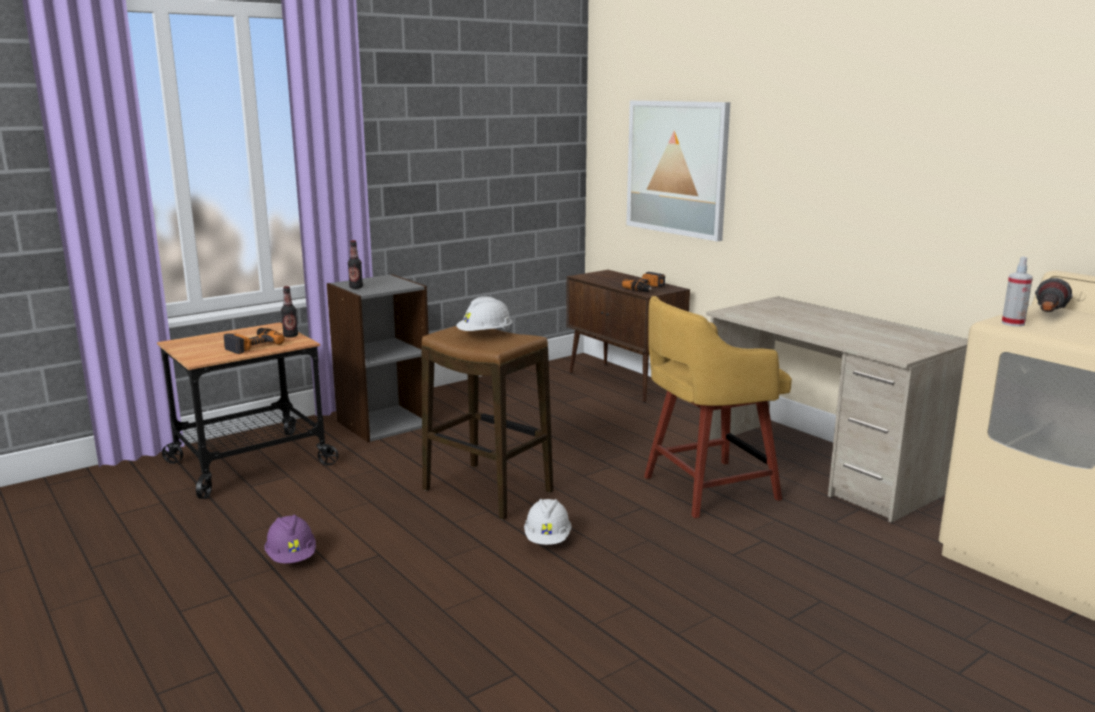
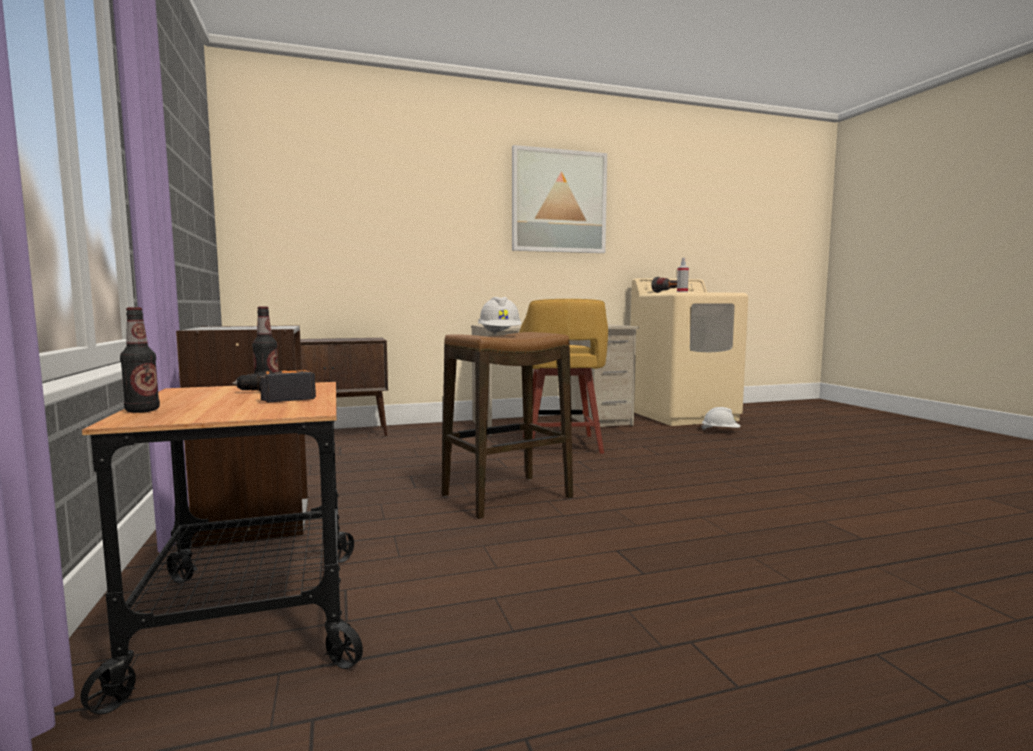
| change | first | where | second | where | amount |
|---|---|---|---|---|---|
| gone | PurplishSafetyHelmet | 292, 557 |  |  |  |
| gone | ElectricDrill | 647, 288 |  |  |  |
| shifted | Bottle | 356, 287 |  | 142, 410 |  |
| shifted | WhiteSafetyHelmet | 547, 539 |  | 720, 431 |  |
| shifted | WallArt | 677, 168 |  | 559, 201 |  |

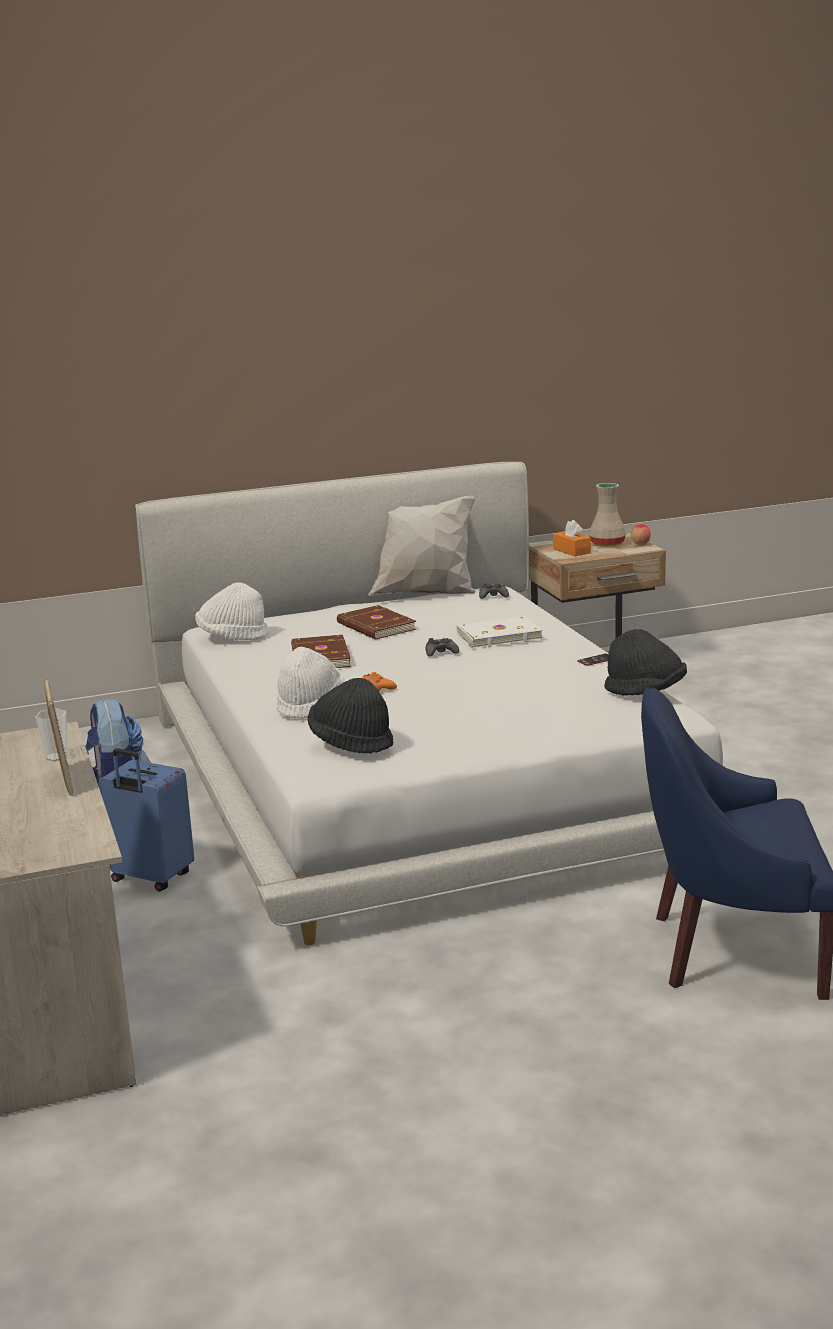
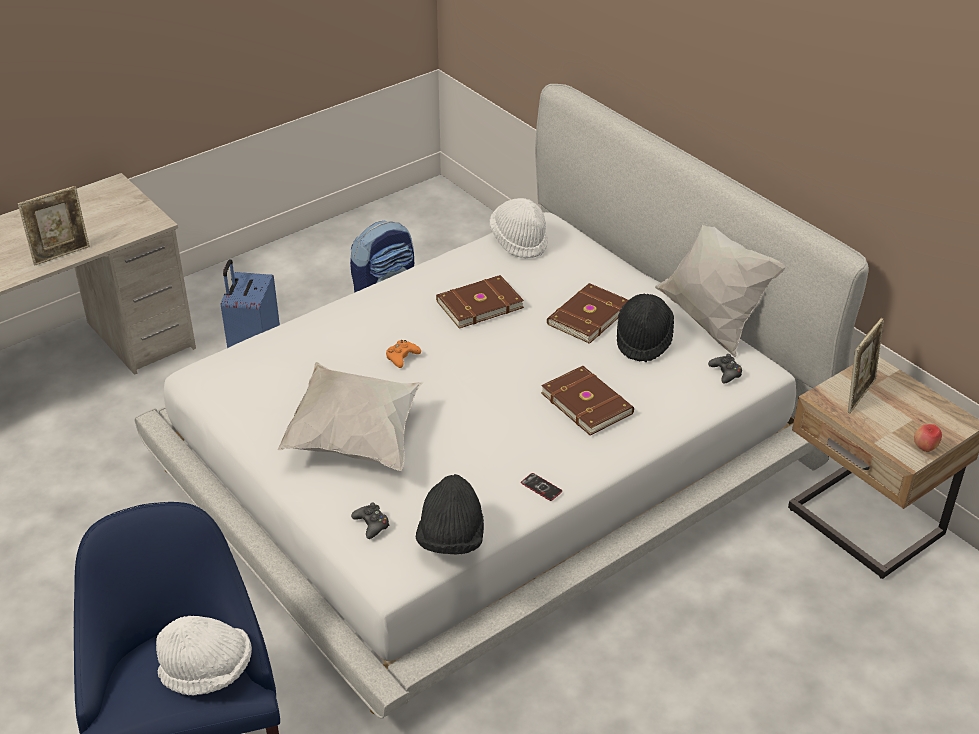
| change | first | where | second | where | amount |
|---|---|---|---|---|---|
| gone | Cup | 56, 757 |  |  |  |
| gone | BeigeFlowerVase | 606, 544 |  |  |  |
| new |  |  | WhitePillow | 355, 438 |  |
| shifted | WhiteHat | 310, 705 |  | 208, 671 |  |
| shifted | BlackishHat | 351, 742 |  | 643, 340 |  |
| shifted | BlackishGameController | 441, 653 |  | 371, 524 |  |
| swapped | OrangeBoxOfTissues | 571, 551 | PictureFrame | 859, 394 |  |
| repainted | WhiteBook | 498, 636 | BrownColouredBook | 587, 402 |  |

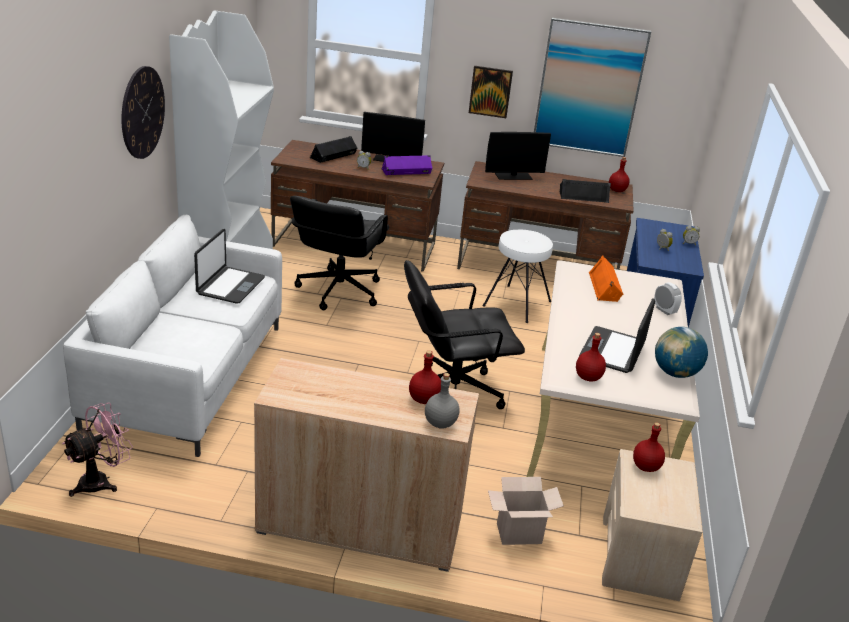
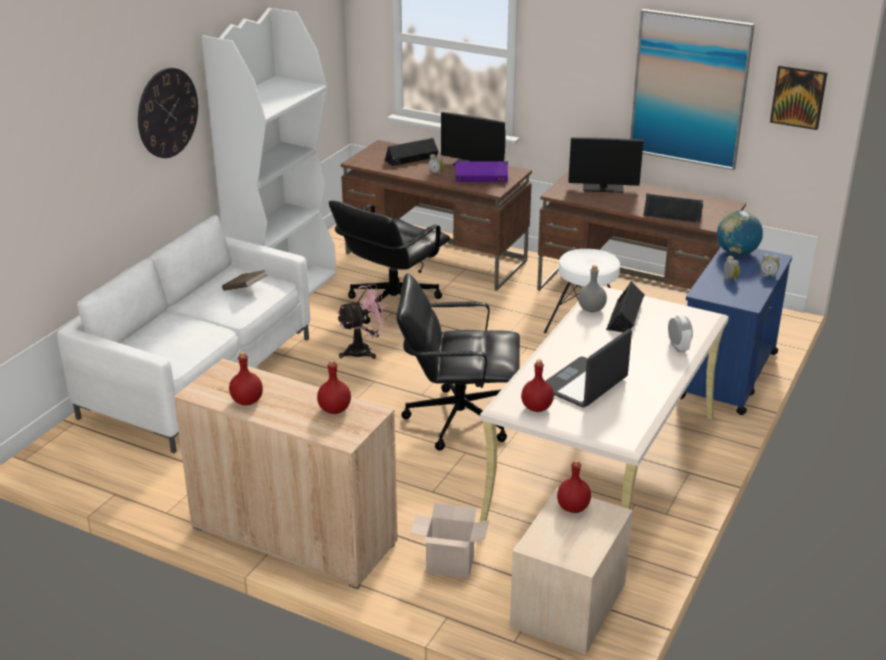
| change | first | where | second | where | amount |
|---|---|---|---|---|---|
| shifted | PinkishCoolingFan | 101, 481 |  | 364, 350 |  |
| shifted | GreyBottle | 441, 423 |  | 592, 309 |  |
| shifted | WallArt | 490, 91 |  | 798, 97 |  |
| shifted | ReddishBottle | 617, 190 |  | 247, 401 |  |
| shifted | WorldGlobe | 675, 373 |  | 736, 253 |  |
| swapped | PortableComputer | 230, 286 | BrownColouredBook | 245, 289 |  |
| repainted | OrangeSpeaker | 605, 287 | BlackishSpeaker | 626, 316 |  |

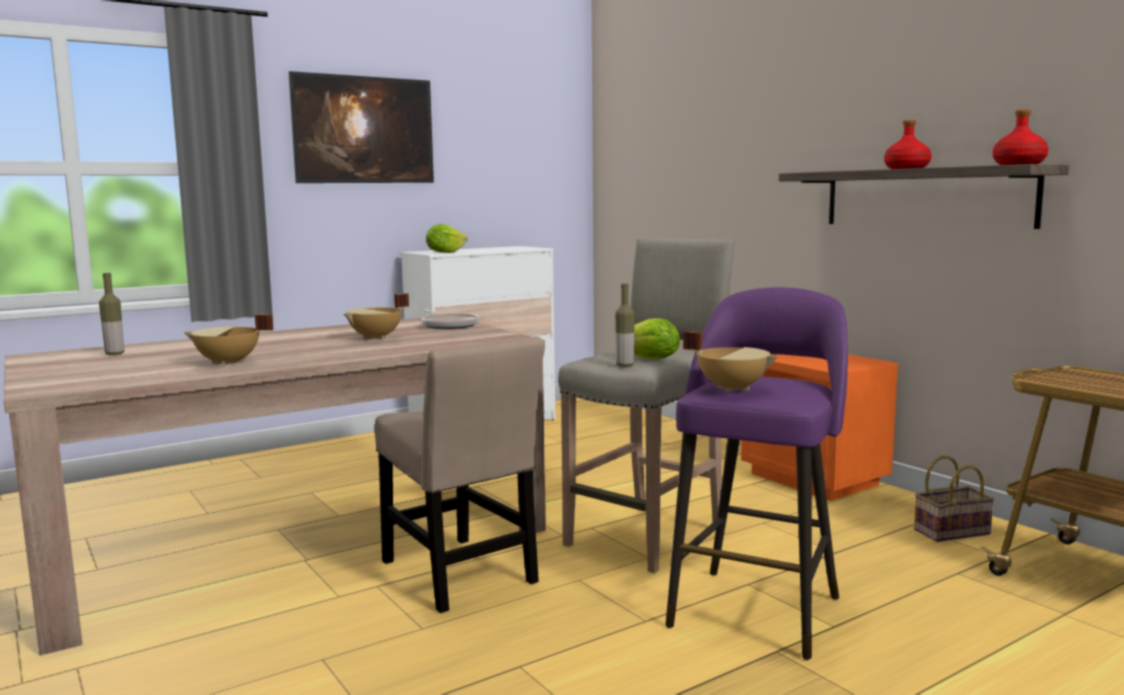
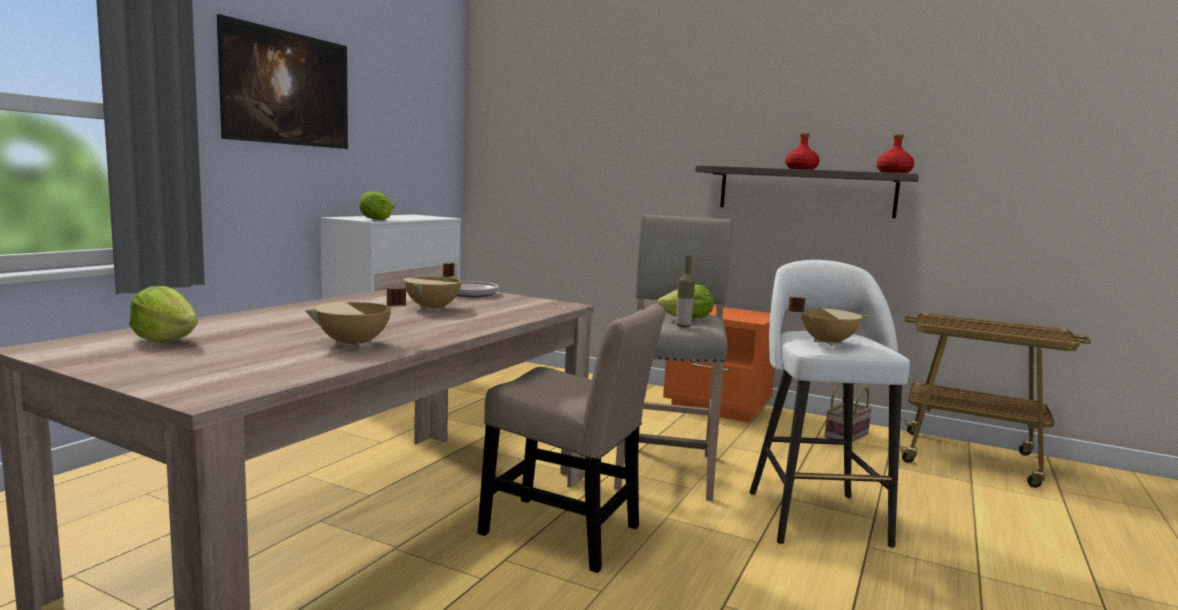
| change | first | where | second | where | amount |
|---|---|---|---|---|---|
| swapped | Bottle | 115, 354 | HeadOfLettuce | 166, 340 |  |
| repainted | PurplishStoolSeat | 757, 609 | WhiteStoolSeat | 815, 516 |  |

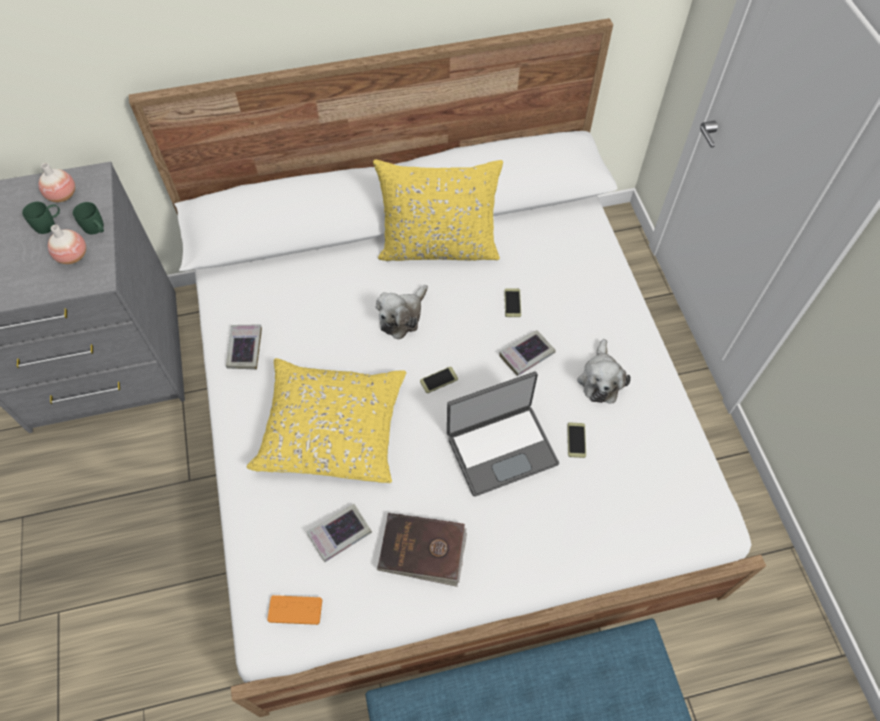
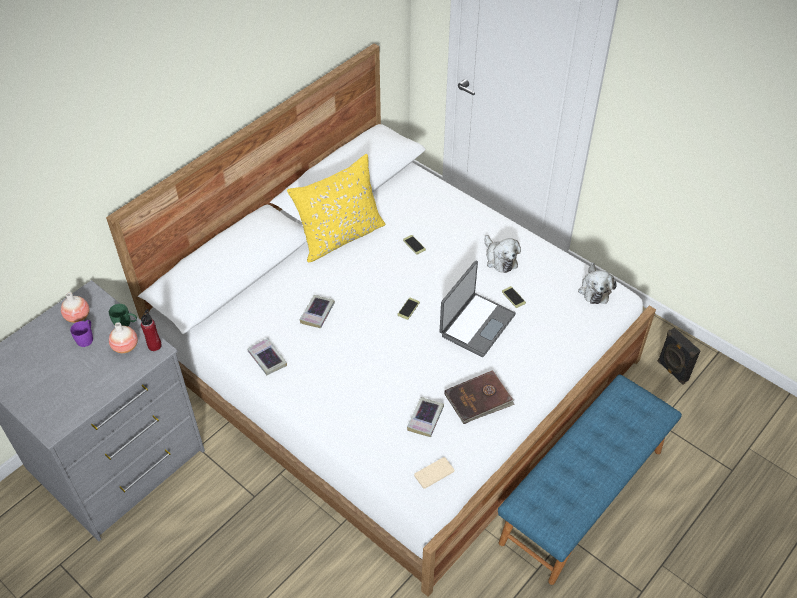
| change | first | where | second | where | amount |
|---|---|---|---|---|---|
| gone | YellowishPillow | 332, 428 |  |  |  |
| new |  |  | ReddishBottle | 154, 345 |  |
| new |  |  | BlackishSpeaker | 672, 371 |  |
| shifted | SoftToy | 402, 316 |  | 594, 289 |  |
| shifted | Book | 526, 355 |  | 317, 313 |  |
| repainted | GreenColouredMug | 49, 224 | PurplishMug | 86, 338 |  |
| repainted | OrangeGameController | 295, 610 | BeigeGameController | 434, 473 |  |

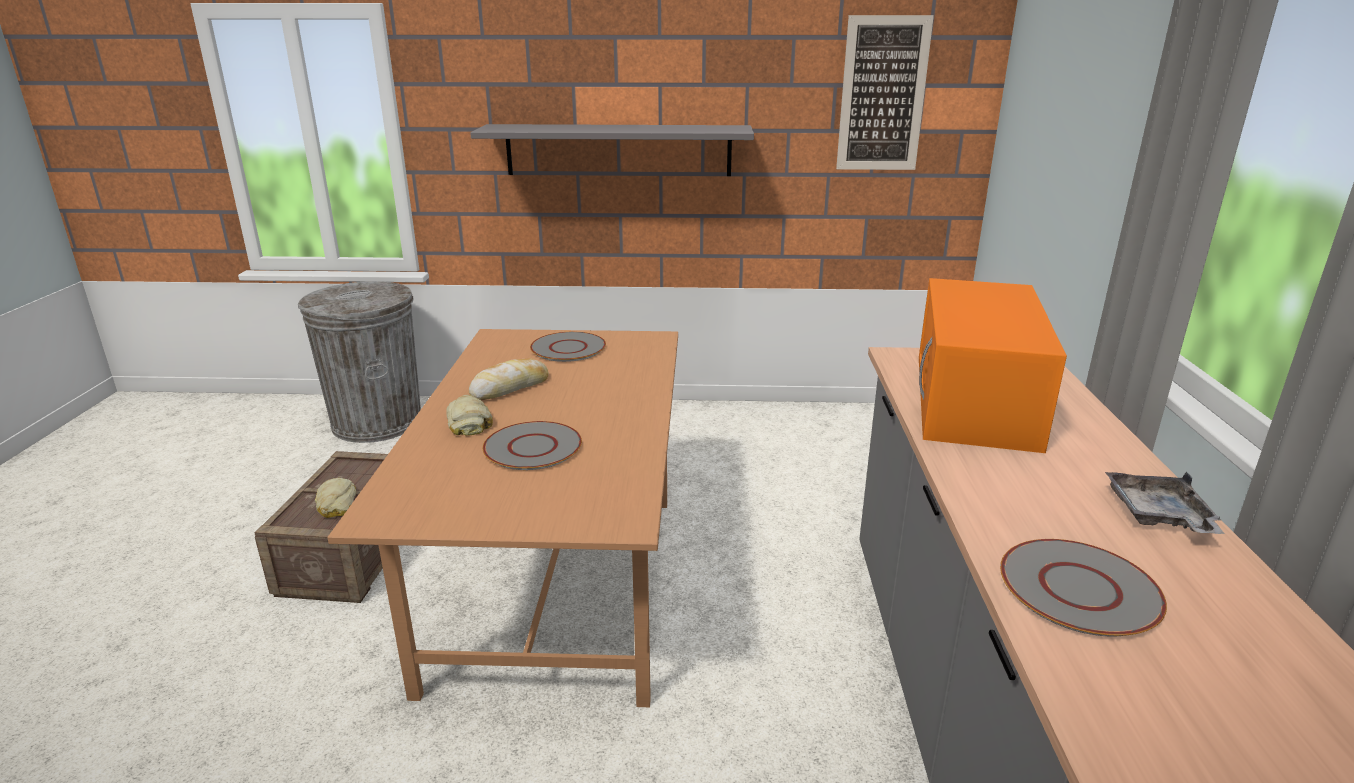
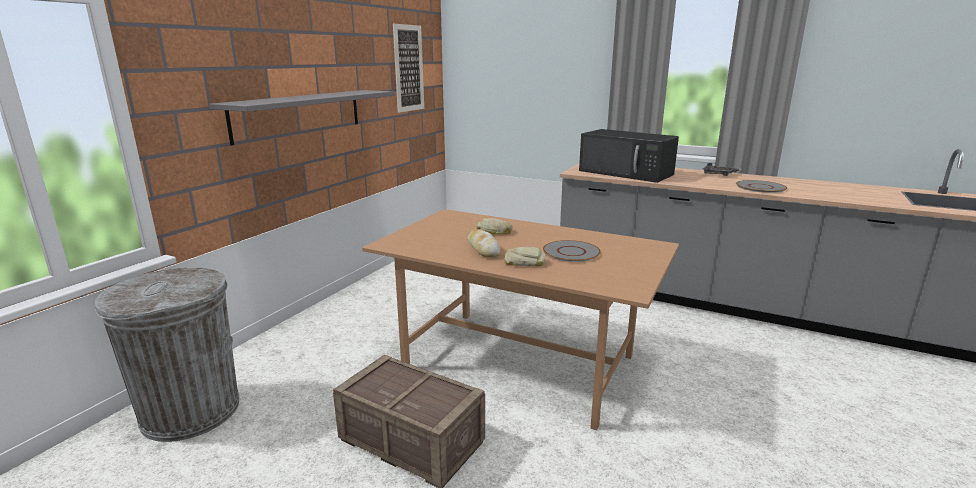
| change | first | where | second | where | amount |
|---|---|---|---|---|---|
| gone | GreyFlatDish | 568, 348 |  |  |  |
| shifted | BakedBread | 335, 504 |  | 494, 232 |  |
| repainted | OrangeMicrowave | 975, 401 | BlackishMicrowave | 627, 173 |  |

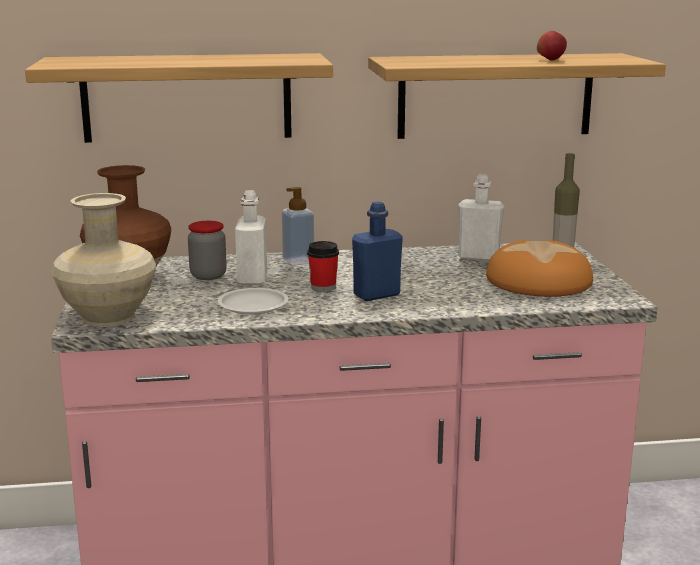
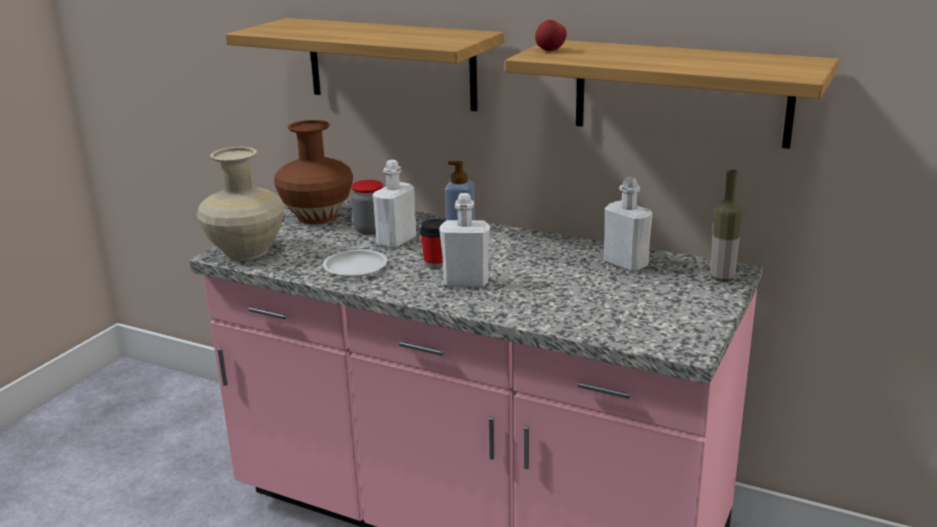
| change | first | where | second | where | amount |
|---|---|---|---|---|---|
| gone | BakedBread | 539, 281 |  |  |  |
| shifted | AppleFruit | 550, 60 |  | 550, 50 |  |
| repainted | BlueColouredBottle | 376, 295 | WhiteBottle | 466, 282 |  |

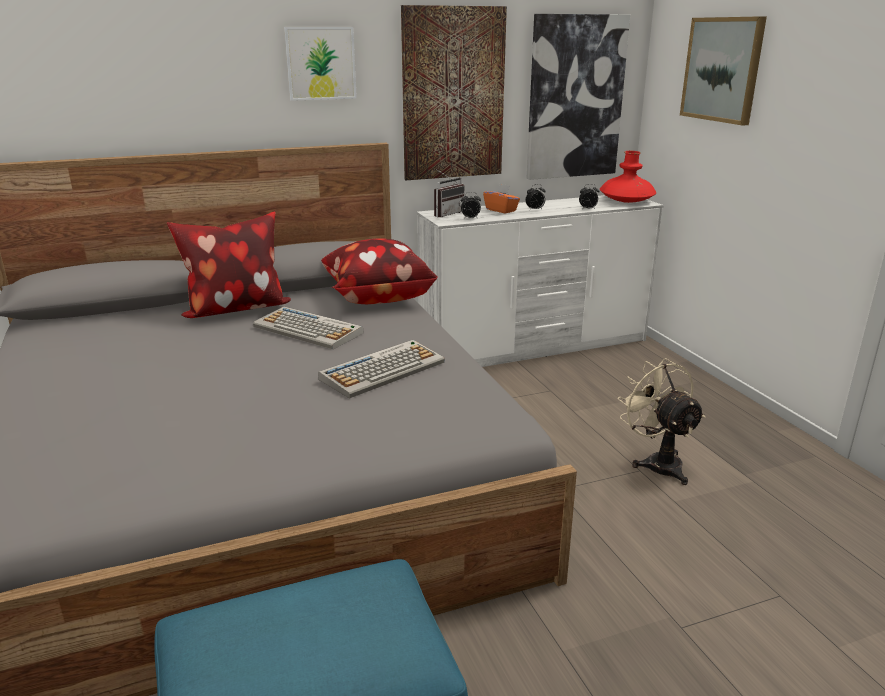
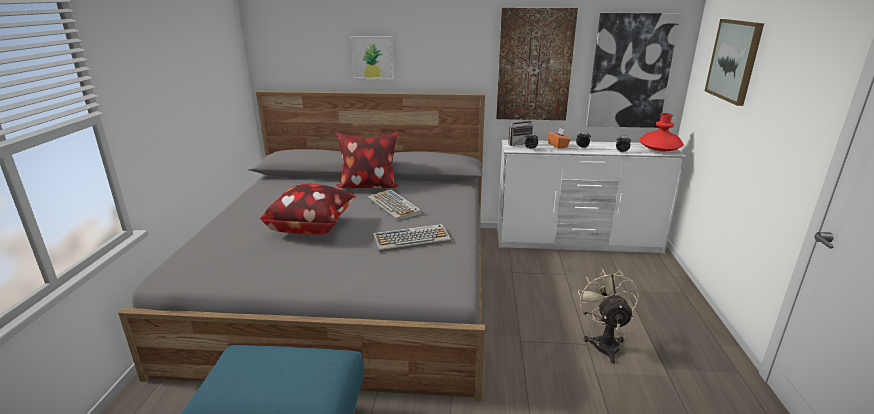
| change | first | where | second | where | amount |
|---|---|---|---|---|---|
| shifted | WallArt | 321, 63 |  | 373, 57 |  |
| shifted | Pillow | 377, 297 |  | 311, 227 |  |

